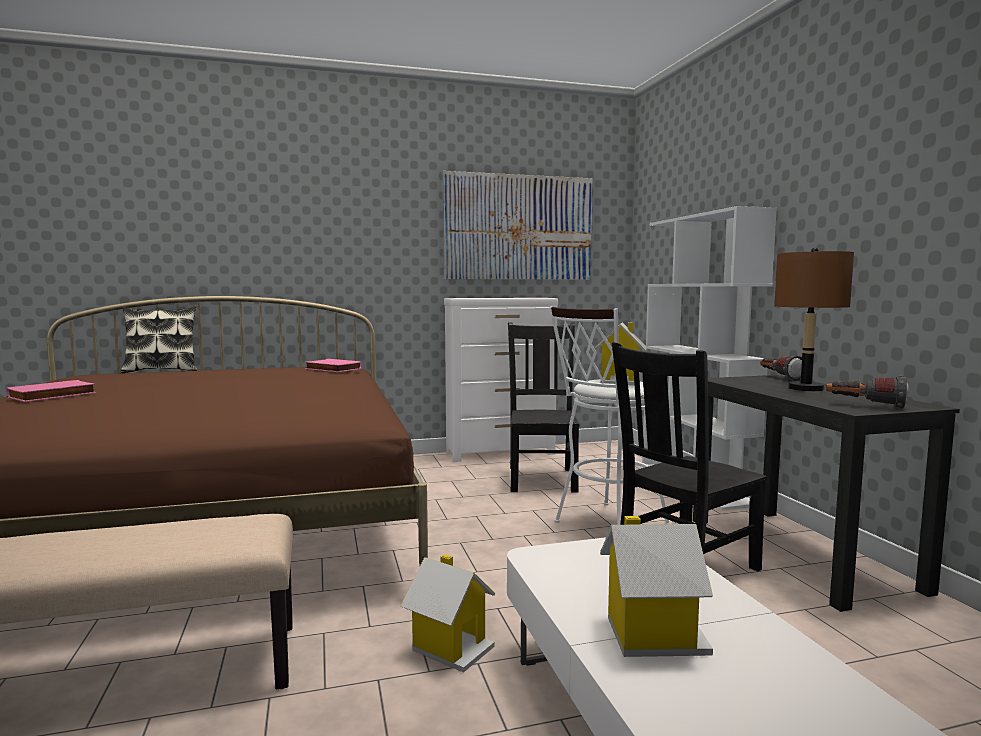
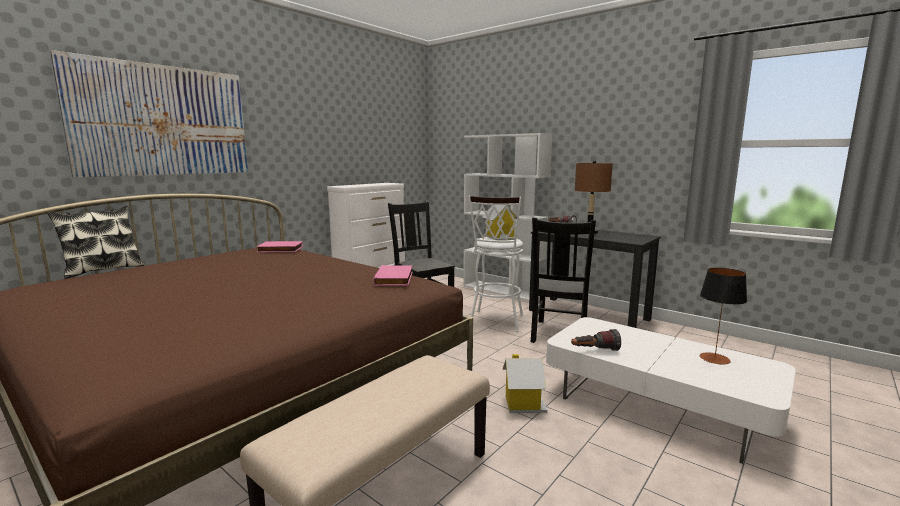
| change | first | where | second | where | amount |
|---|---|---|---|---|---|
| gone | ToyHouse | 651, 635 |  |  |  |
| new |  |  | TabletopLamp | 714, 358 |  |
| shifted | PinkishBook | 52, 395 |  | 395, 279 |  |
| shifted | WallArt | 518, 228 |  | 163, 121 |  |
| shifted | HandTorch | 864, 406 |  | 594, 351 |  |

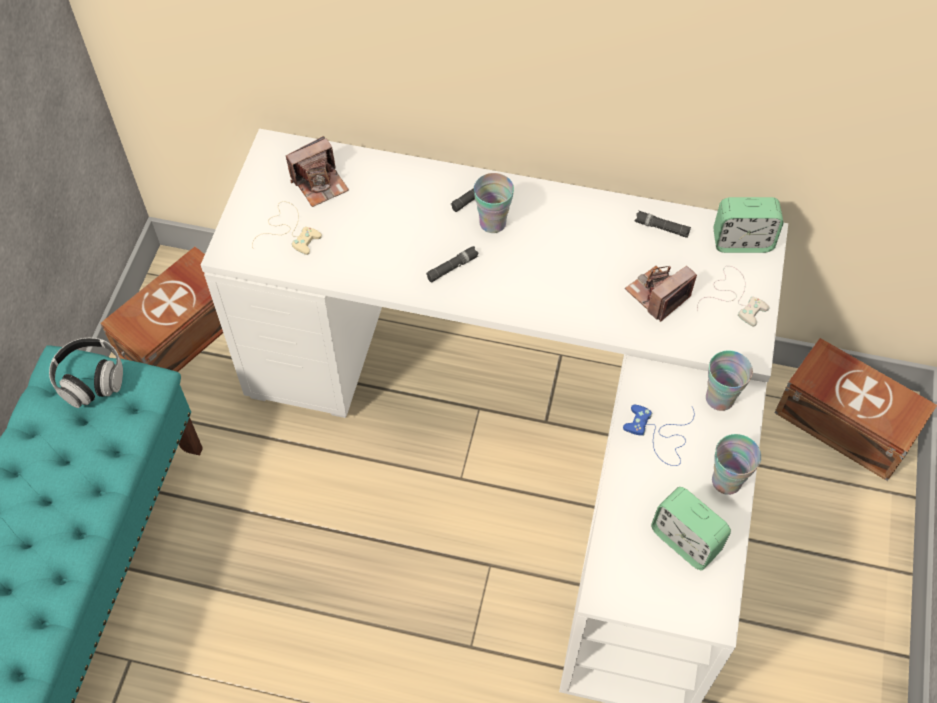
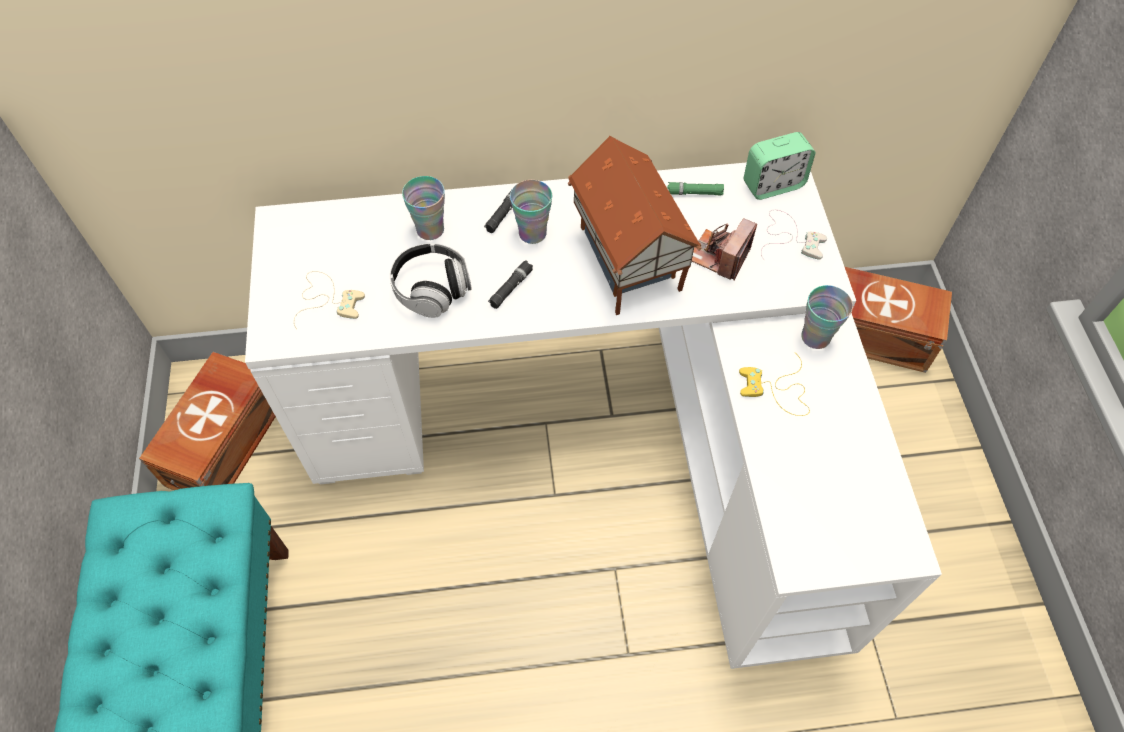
| change | first | where | second | where | amount |
|---|---|---|---|---|---|
| gone | PhotoCamera | 320, 183 |  |  |  |
| gone | BedsideClock | 685, 540 |  |  |  |
| new |  |  | ToyHouse | 626, 261 |  |
| shifted | Headset | 91, 380 |  | 432, 289 |  |
| shifted | Cup | 726, 481 |  | 430, 230 |  |
| repainted | BlueColouredGameController | 660, 435 | YellowishGameController | 777, 390 |  |
| repainted | BlackishHandTorch | 661, 227 | GreenColouredHandTorch | 694, 193 |  |

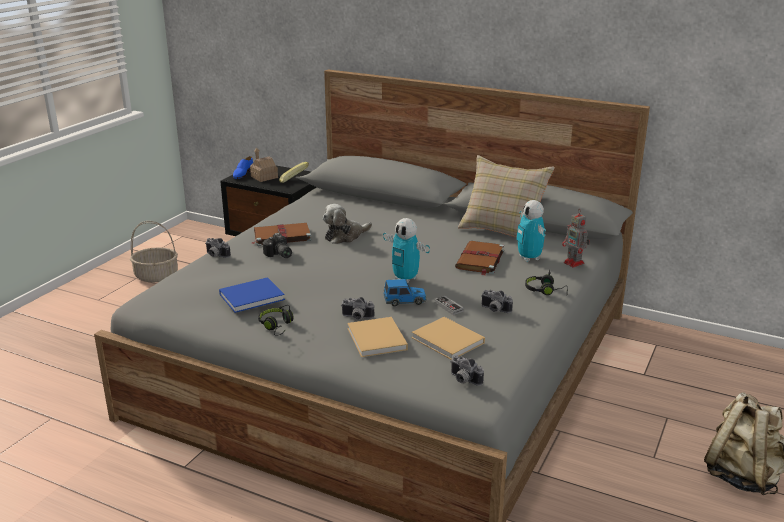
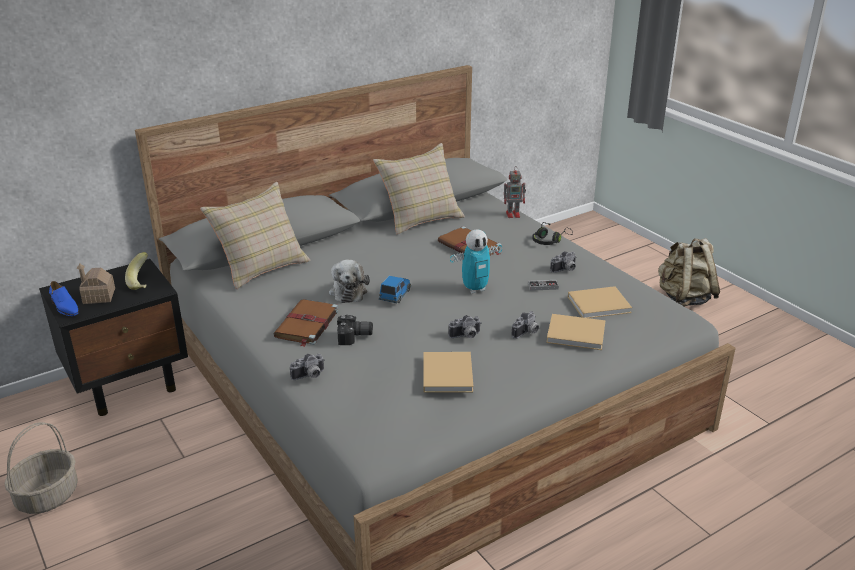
| change | first | where | second | where | amount |
|---|---|---|---|---|---|
| gone | BlackishHeadset | 277, 326 |  |  |  |
| gone | ToyRobot | 529, 258 |  |  |  |
| new |  |  | BeigePillow | 261, 267 |  |
| shifted | ModelCar | 405, 301 |  | 395, 295 |  |
| shifted | PhotoCamera | 463, 380 |  | 466, 336 |  |
| repainted | BlueColouredBook | 253, 296 | BeigeBook | 447, 373 |  |

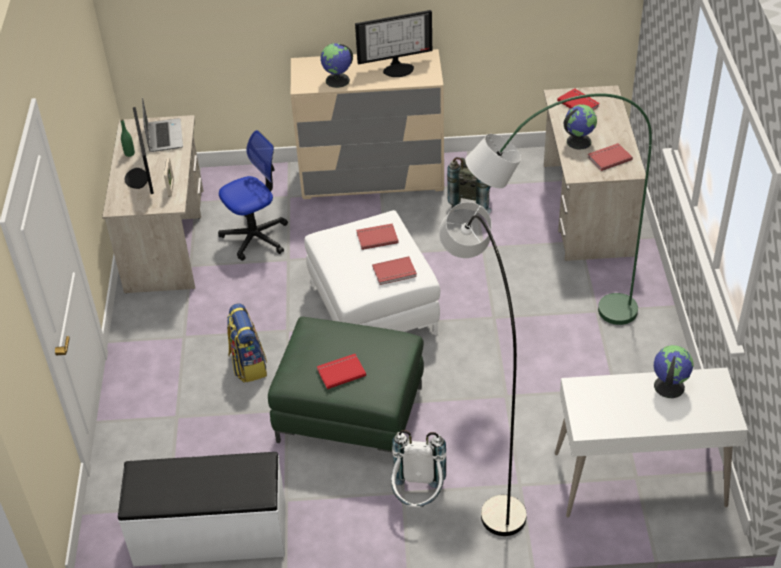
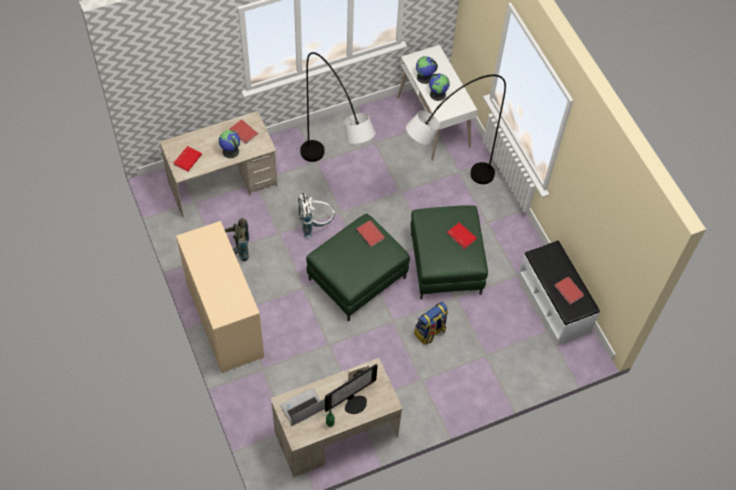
| change | first | where | second | where | amount |
|---|---|---|---|---|---|
| gone | OfficeChair | 255, 237 |  |  |  |
| gone | ComputerScreen | 398, 68 |  |  |  |
| shifted | WorldGlobe | 337, 80 |  | 438, 94 |  |
| shifted | ReddishBook | 376, 237 |  | 568, 291 |  |
| shifted | WhiteBackpack | 418, 498 |  | 316, 224 |  |
| repainted | WhiteOttoman | 372, 309 | GreenColouredOttoman | 357, 278 |  |
| repainted | GreenColouredStandardLamp | 546, 323 | GreyStandardLamp | 336, 184 |  |

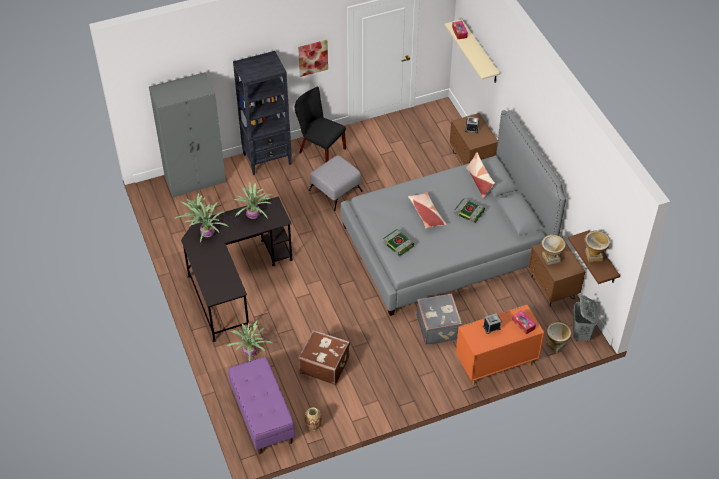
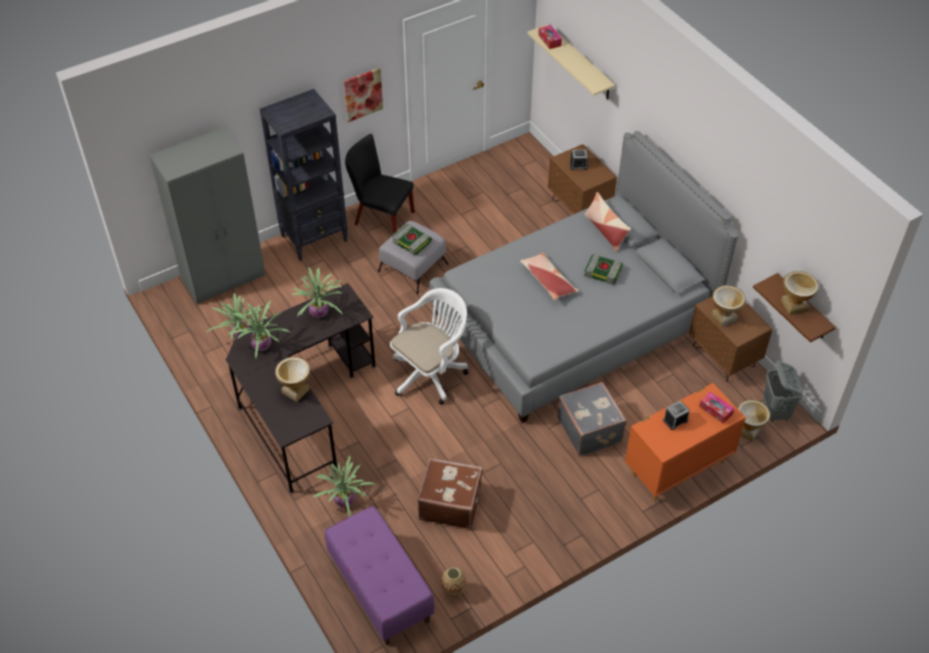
| change | first | where | second | where | amount |
|---|---|---|---|---|---|
| new |  |  | FlowerVase | 296, 390 |  |
| new |  |  | WhiteOfficeChair | 431, 373 |  |
| shifted | Book | 399, 245 |  | 412, 242 |  |

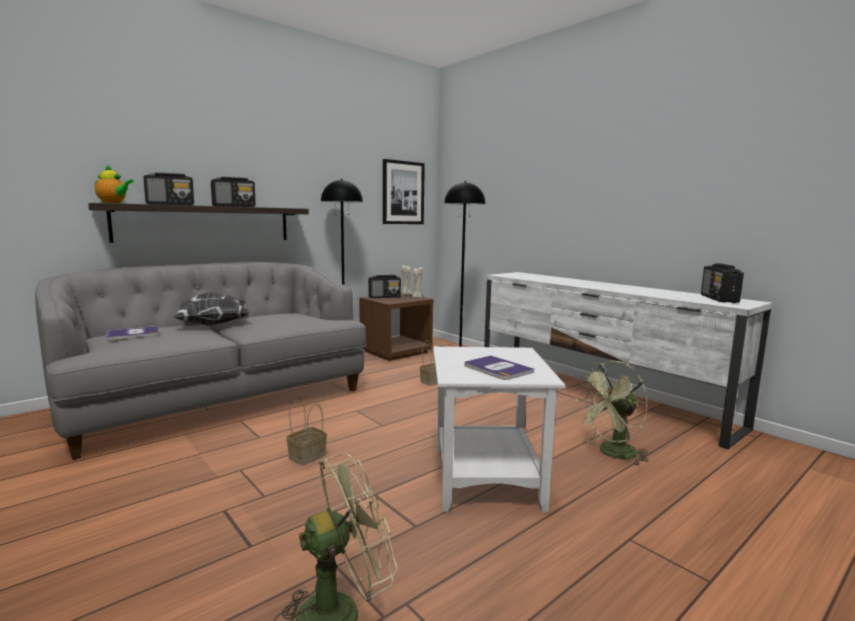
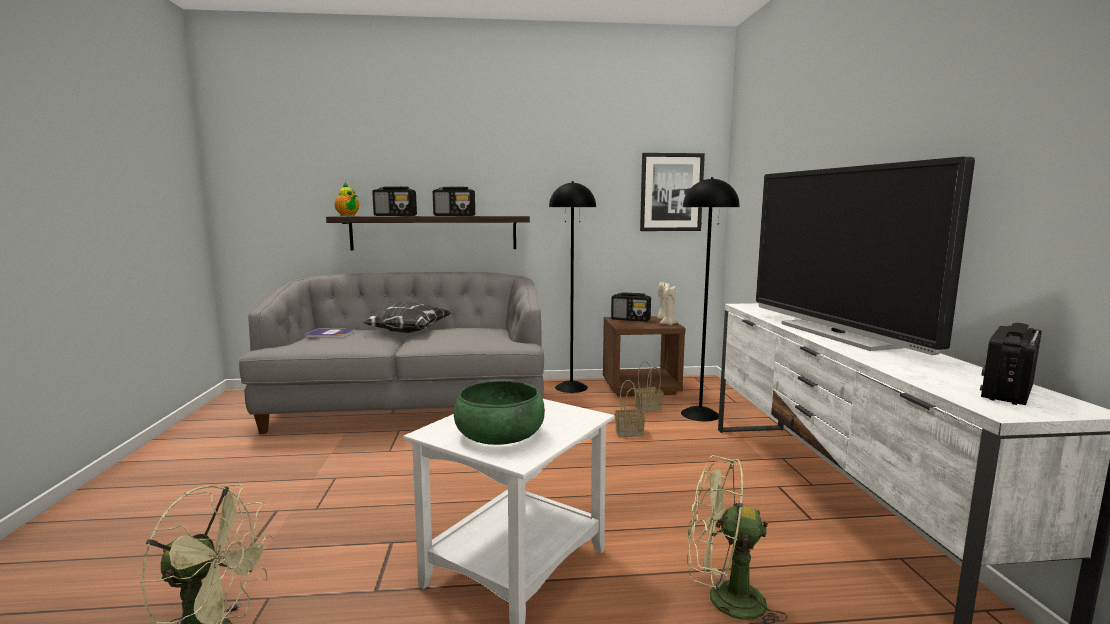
| change | first | where | second | where | amount |
|---|---|---|---|---|---|
| new |  |  | Television | 837, 335 |  |
| shifted | Basket | 307, 456 |  | 648, 407 |  |
| swapped | Book | 497, 369 | GreenColouredServingBowl | 499, 433 |  |

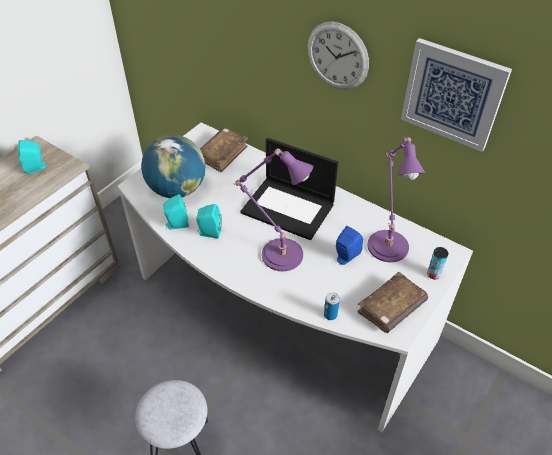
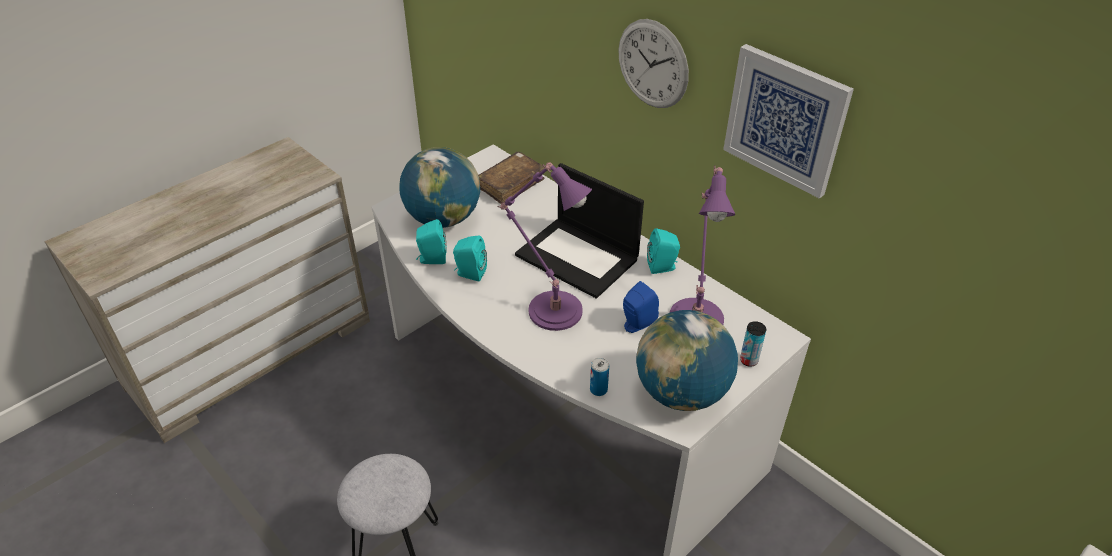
| change | first | where | second | where | amount |
|---|---|---|---|---|---|
| shifted | TurquoiseSpeaker | 36, 167 |  | 663, 267 |  |
| swapped | BrownColouredBook | 391, 308 | WorldGlobe | 681, 392 |  |

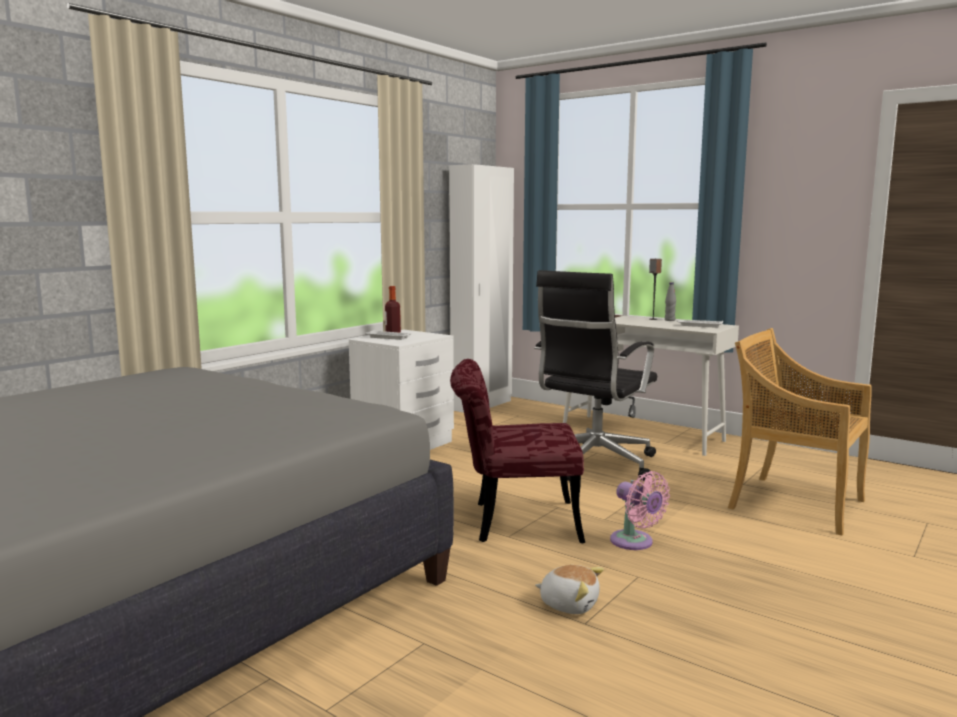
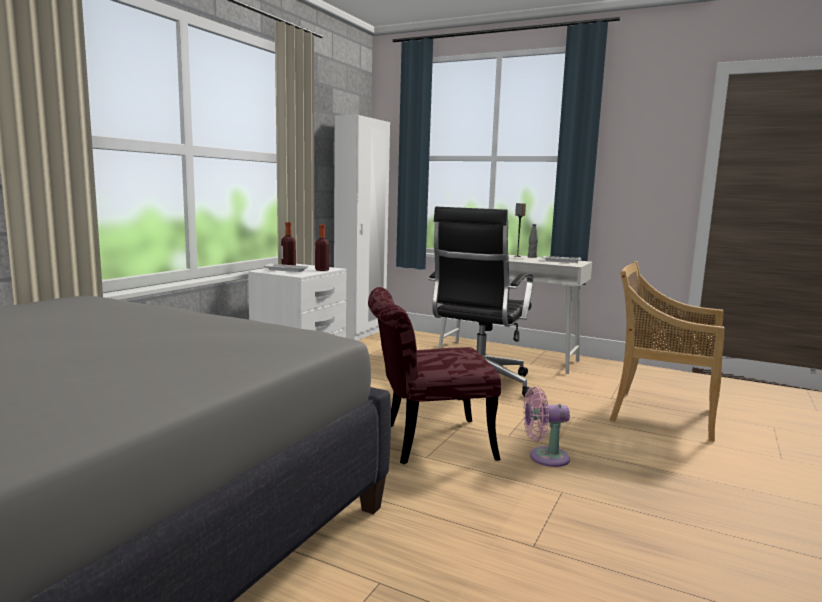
| change | first | where | second | where | amount |
|---|---|---|---|---|---|
| gone | SoftToy | 569, 604 |  |  |  |
| new |  |  | Bottle | 322, 270 |  |
| rotated | PinkishCoolingFan | 635, 542 |  | 544, 457 | 135 degrees clockwise |

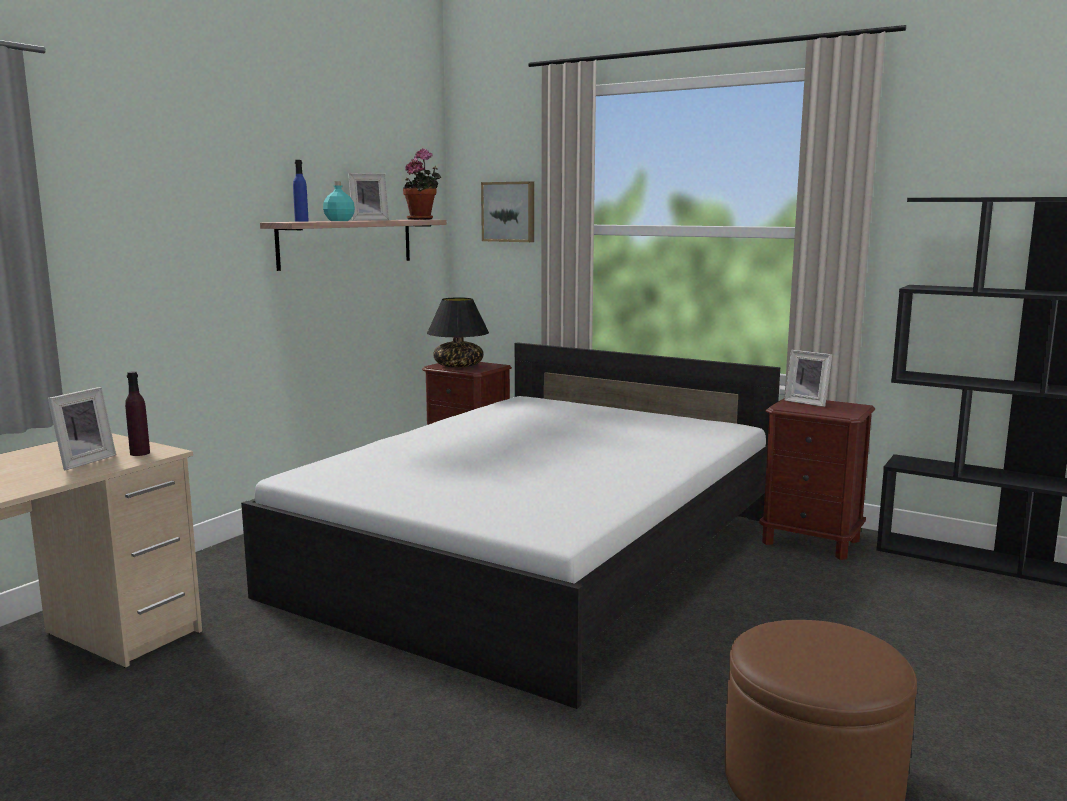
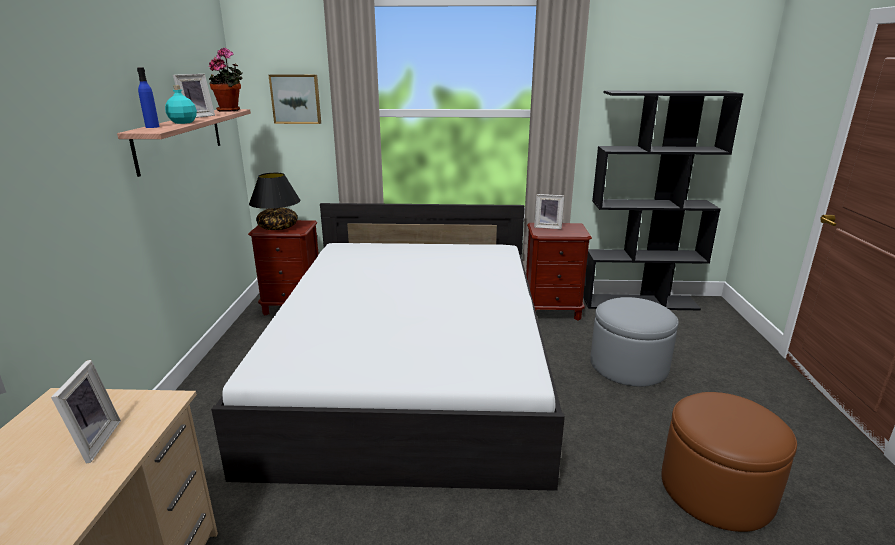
| change | first | where | second | where | amount |
|---|---|---|---|---|---|
| gone | PurplishBottle | 140, 453 |  |  |  |
| new |  |  | GreyOttoman | 628, 365 |  |

